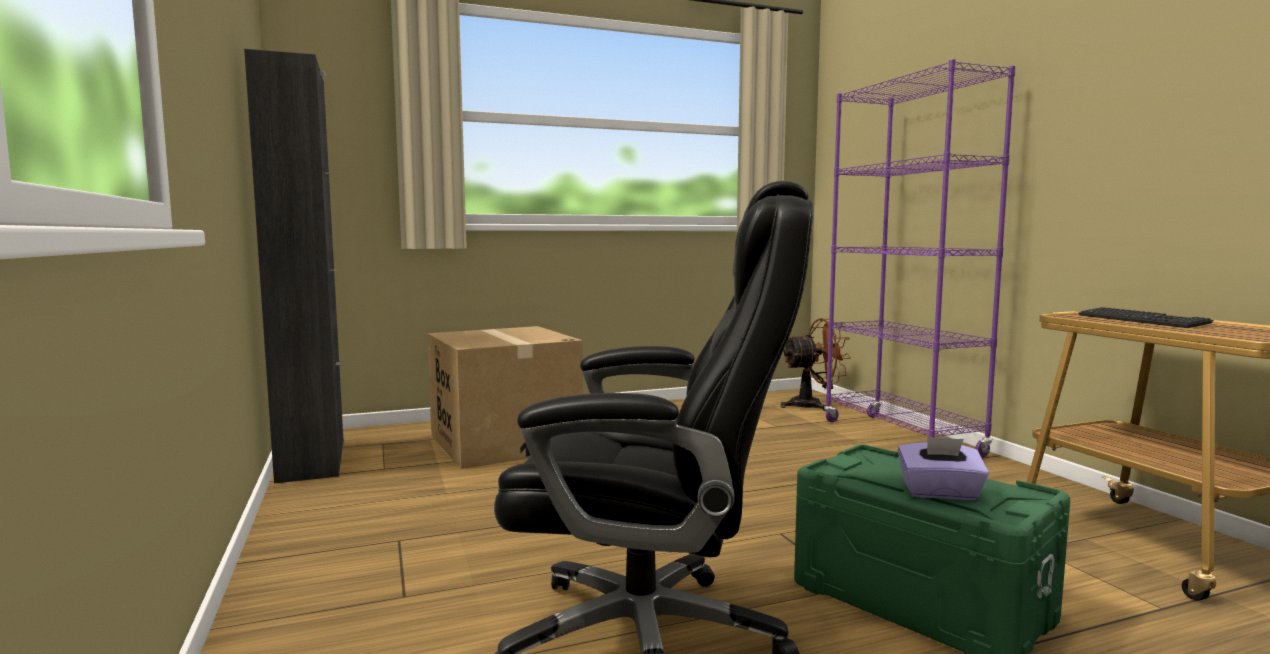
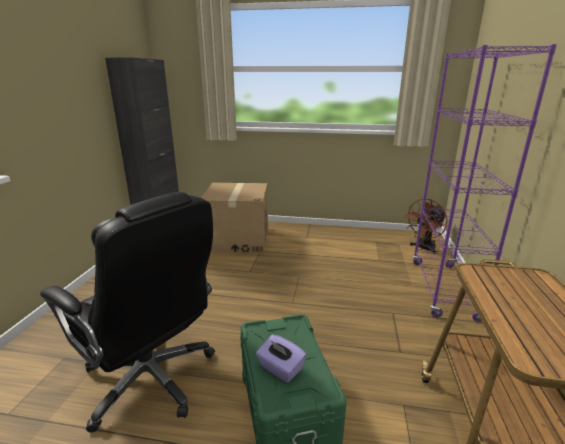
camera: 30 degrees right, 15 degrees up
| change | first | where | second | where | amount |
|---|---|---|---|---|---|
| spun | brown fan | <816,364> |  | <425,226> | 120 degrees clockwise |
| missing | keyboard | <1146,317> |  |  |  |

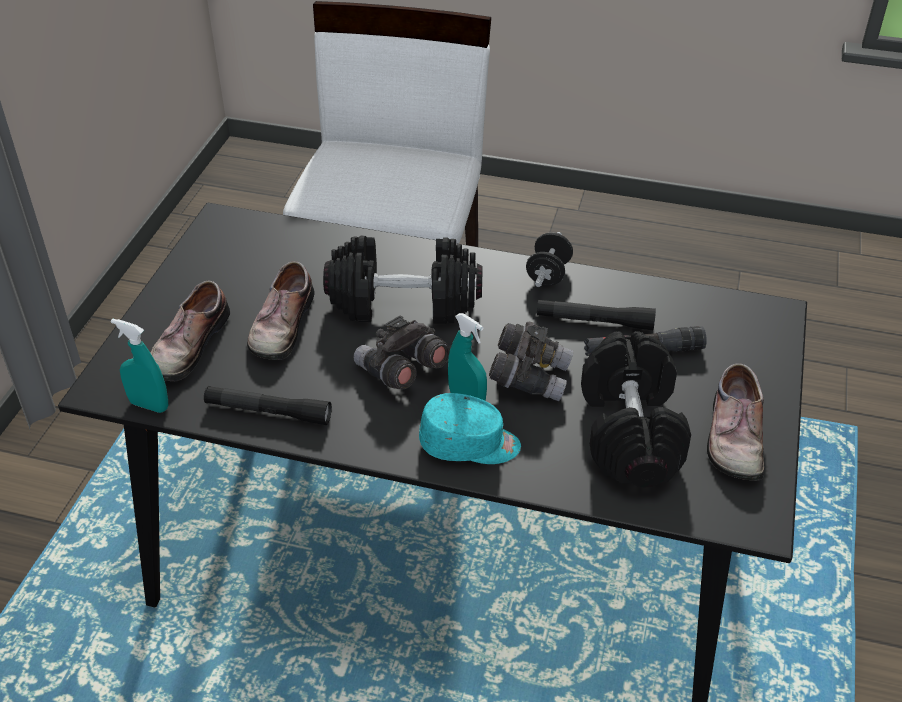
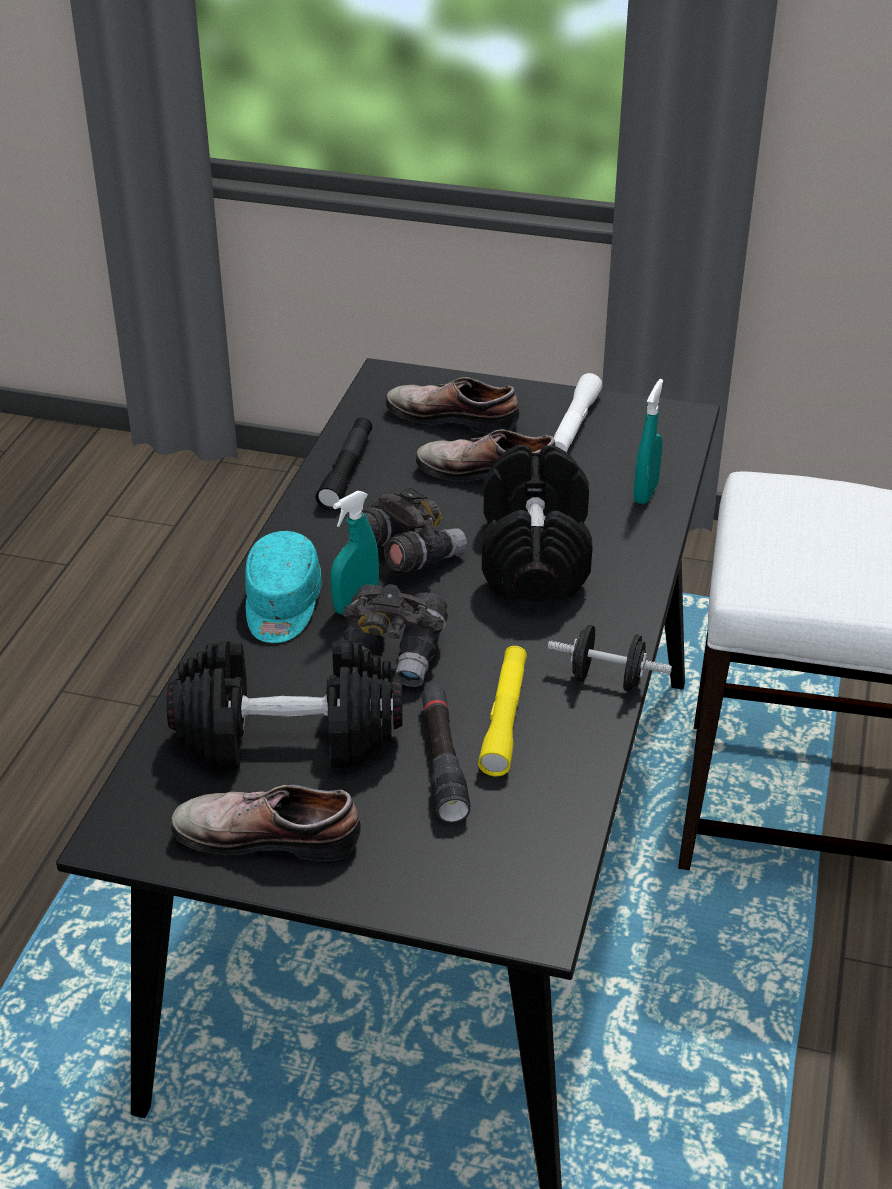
camera: 90 degrees right, 5 degrees down
| change | first | where | second | where | amount |
|---|---|---|---|---|---|
| colour | black flashlight | <596,314> | yellow flashlight | <502,711> |  |
| appeared |  |  | white flashlight | <578,412> |  |
| relocated | turquoise spray bottle | <140,365> |  | <648,441> |  |

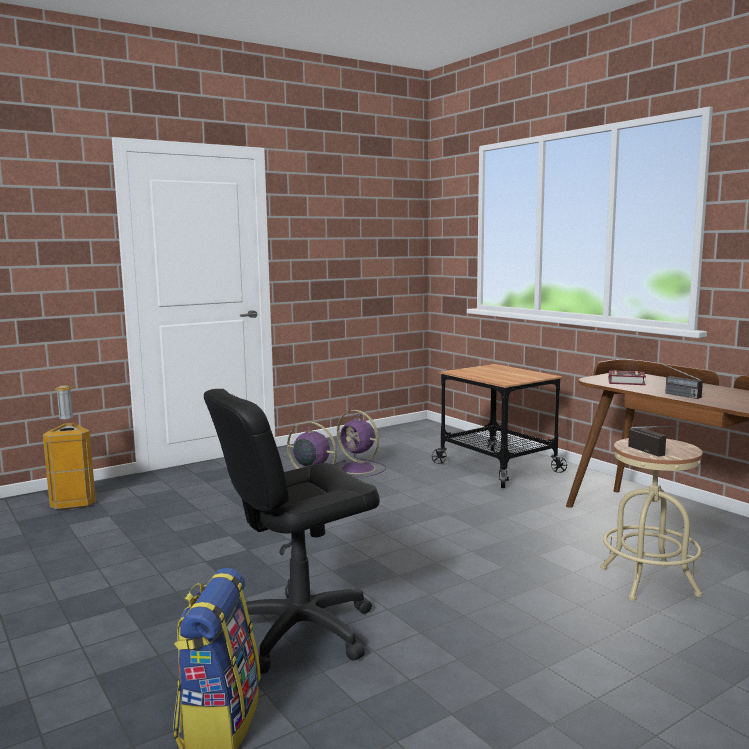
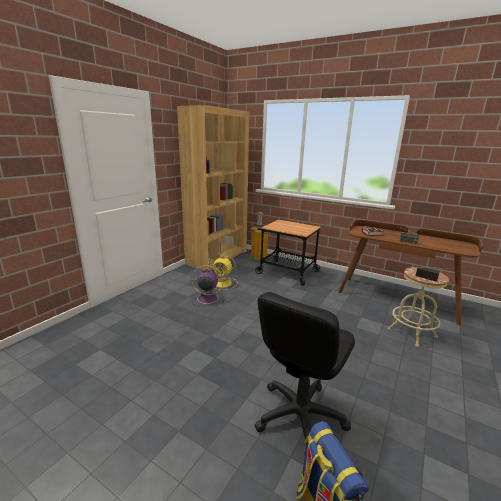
camera: 25 degrees left, 10 degrees up
| change | first | where | second | where | amount |
|---|---|---|---|---|---|
| appeared |  |  | brown bookcase | <213,187> |  |
| colour | purple fan | <360,443> | yellow fan | <223,271> |  |
| relocated | trash can | <69,447> |  | <259,236> |  |

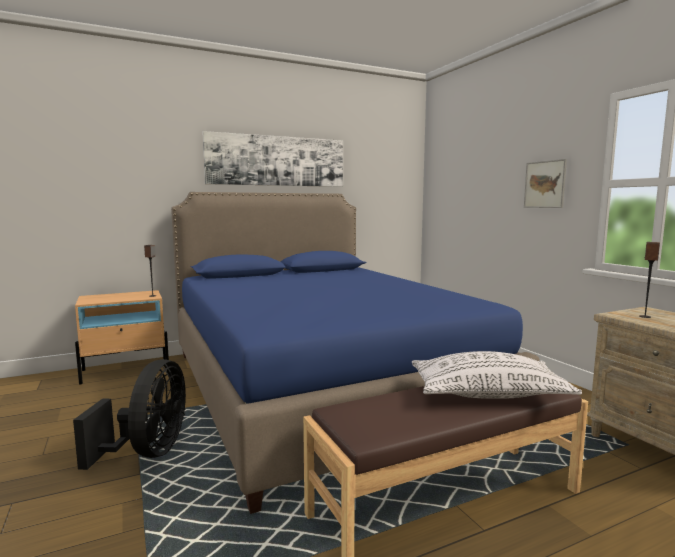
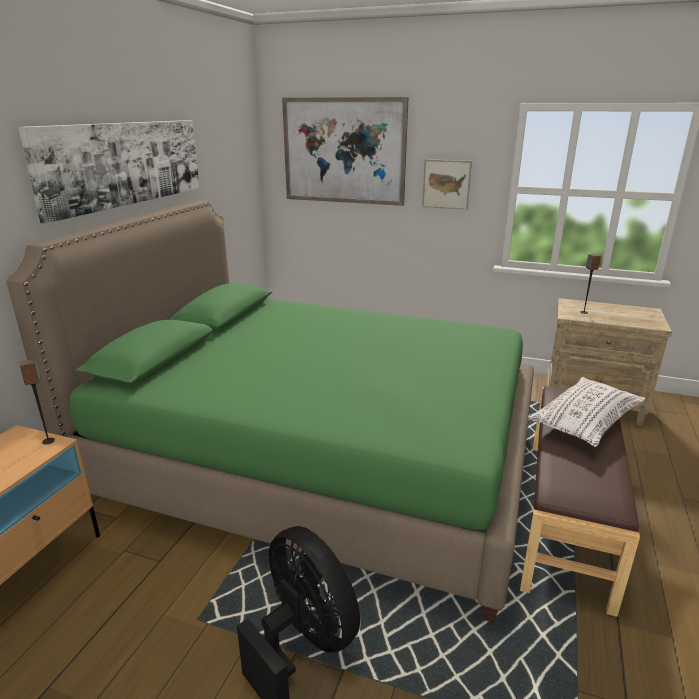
camera: 45 degrees left, 15 degrees up
| change | first | where | second | where | amount |
|---|---|---|---|---|---|
| colour | blue bed | <355,353> | green bed | <270,411> |  |
| appeared |  |  | picture | <345,151> |  |

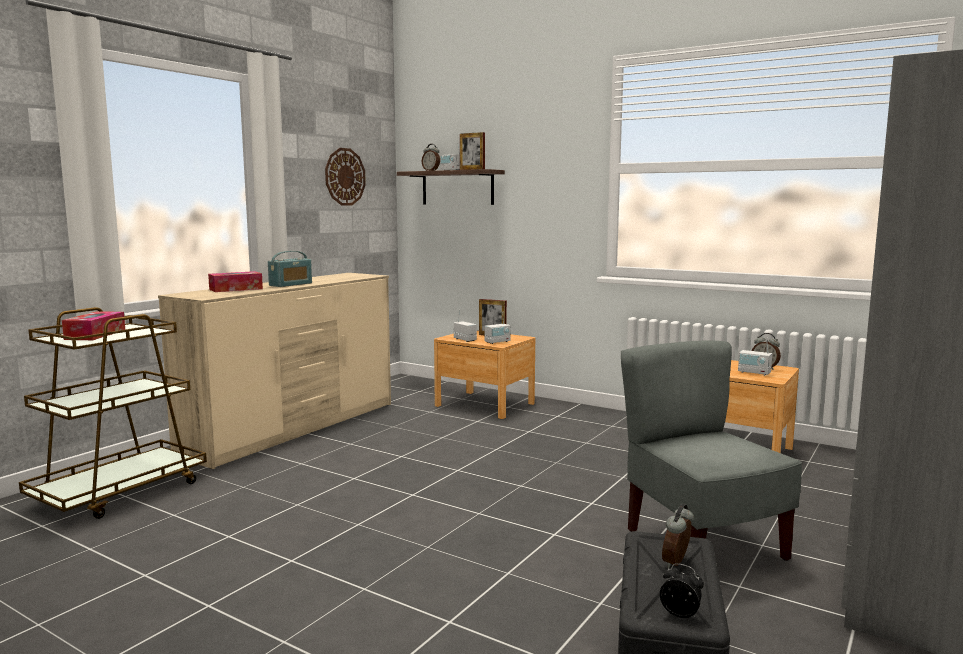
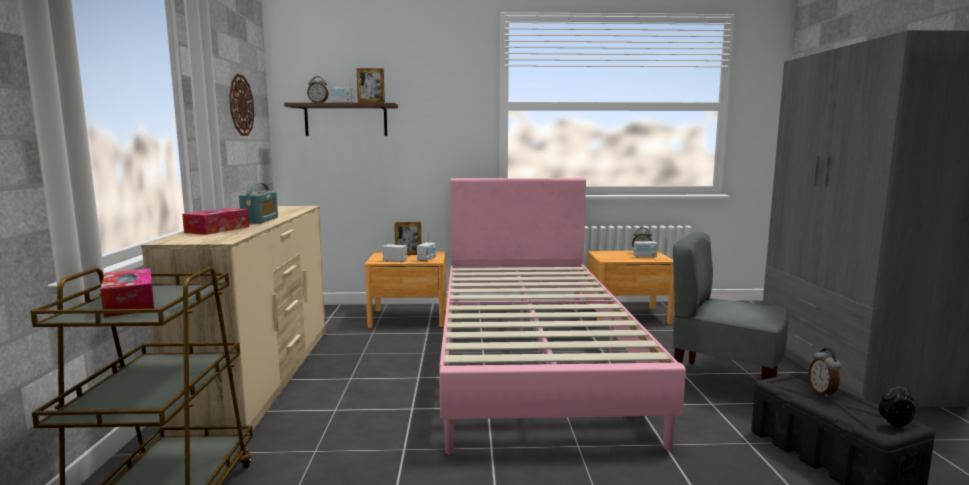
camera: 35 degrees left, 0 degrees up
| change | first | where | second | where | amount |
|---|---|---|---|---|---|
| appeared |  |  | pink bed | <562,316> |  |

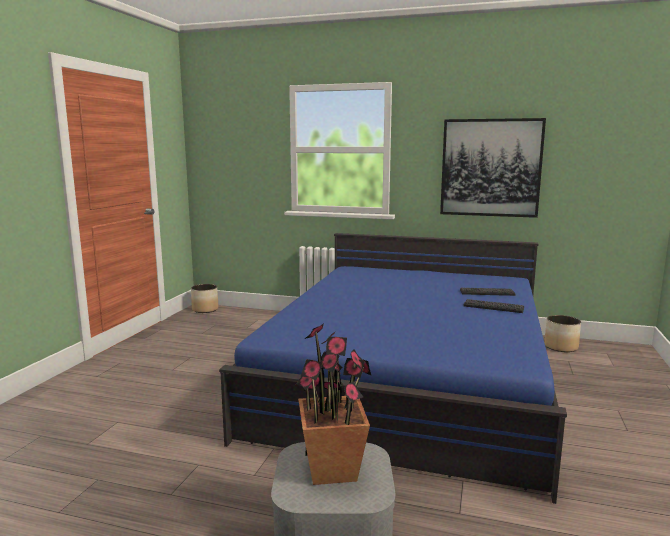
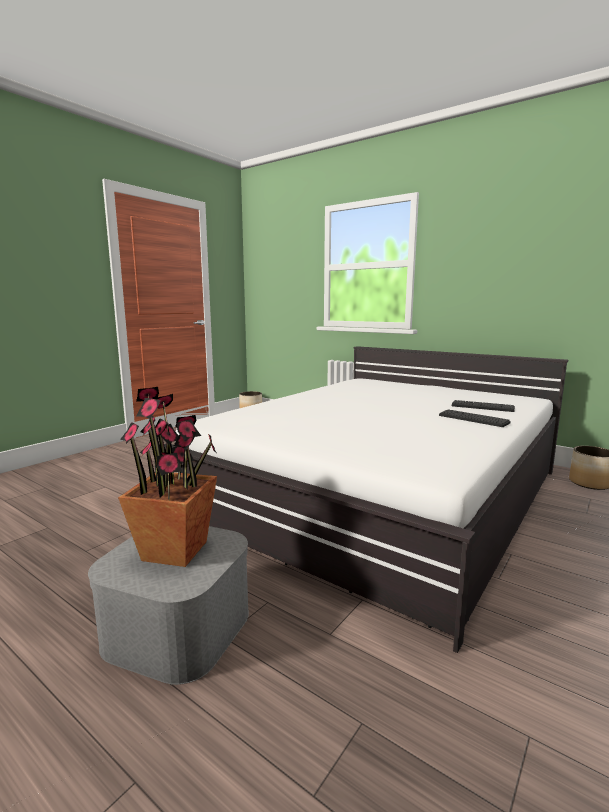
camera: 20 degrees right, 0 degrees up
| change | first | where | second | where | amount |
|---|---|---|---|---|---|
| colour | blue bed | <393,368> | white bed | <366,499> |  |
| missing | picture | <493,168> |  |  |  |

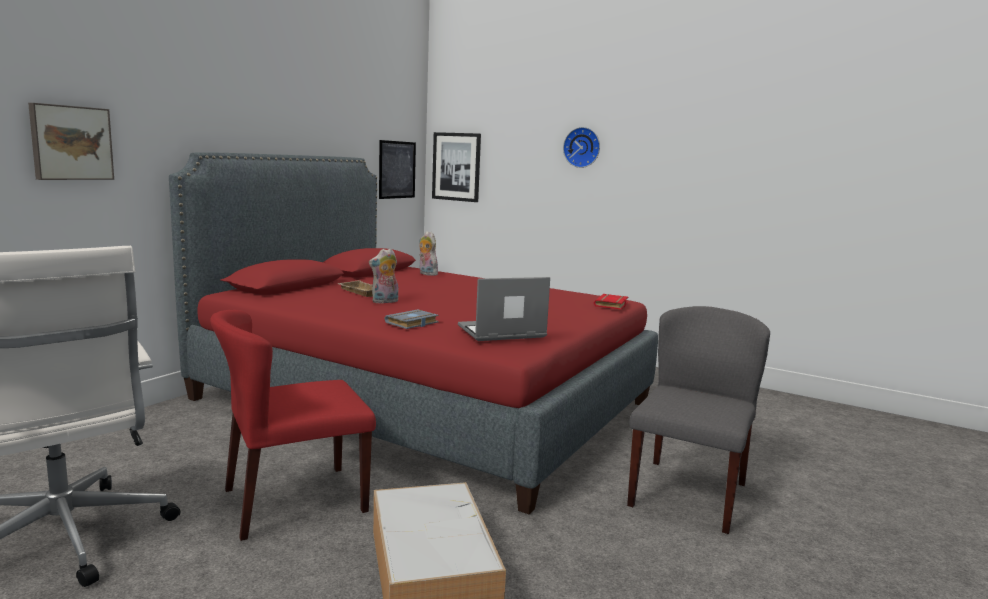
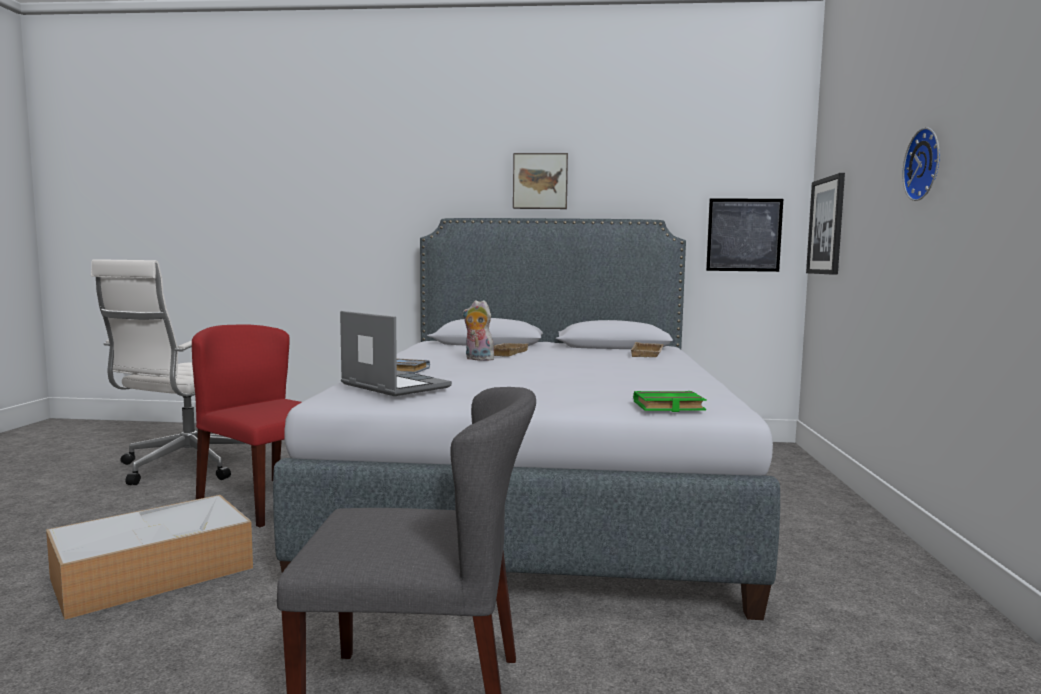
camera: 65 degrees right, 5 degrees down
| change | first | where | second | where | amount |
|---|---|---|---|---|---|
| colour | red bed | <413,333> | grey bed | <526,419> |  |
| relocated | picture | <71,141> |  | <540,181> |  |
| exchanged | plush toy | <428,253> | beige tray | <647,349> |  |
| colour | red book | <611,301> | green book | <670,401> |  |

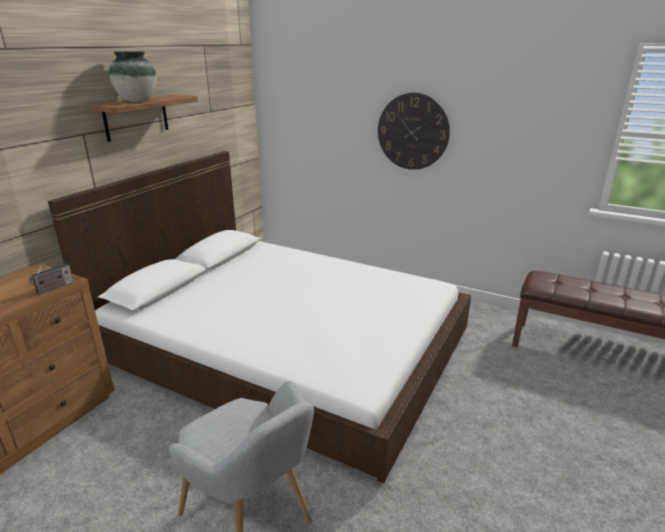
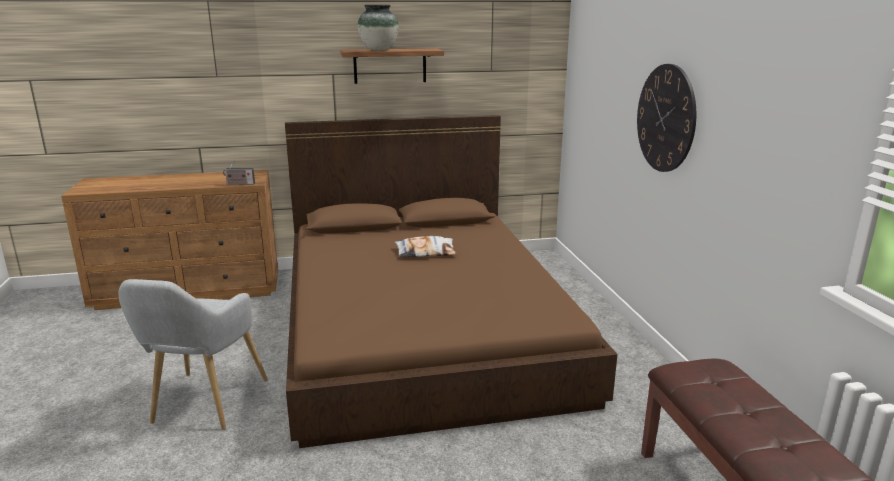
camera: 50 degrees right, 5 degrees down
| change | first | where | second | where | amount |
|---|---|---|---|---|---|
| colour | white bed | <259,317> | brown bed | <451,281> |  |
| appeared |  |  | pillow | <426,246> |  |

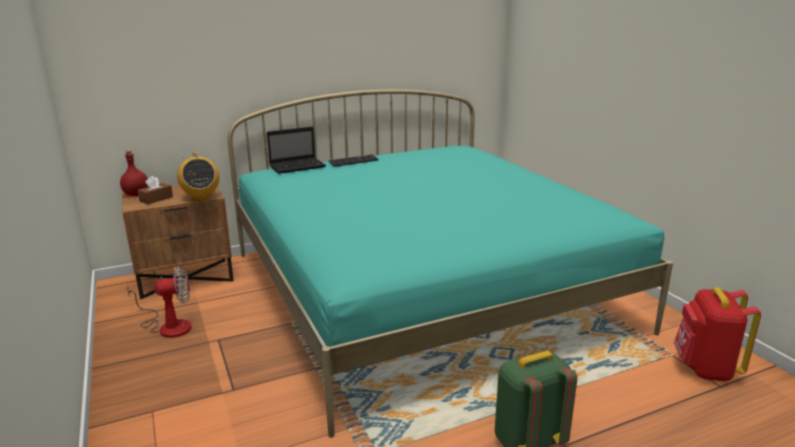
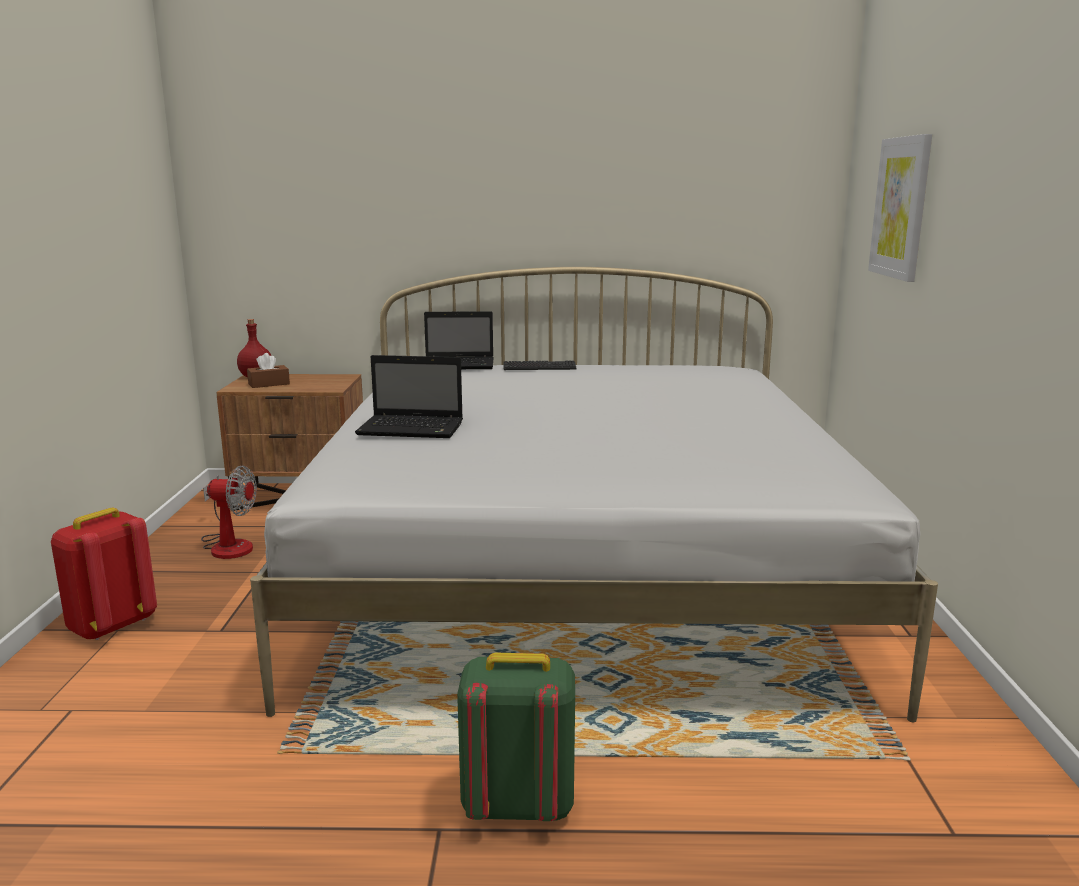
camera: 25 degrees right, 5 degrees down
| change | first | where | second | where | amount |
|---|---|---|---|---|---|
| relocated | red backpack | <717,334> |  | <104,574> |  |
| colour | turquoise bed | <450,263> | white bed | <594,494> |  |
| appeared |  |  | laptop | <409,396> |  |
| appeared |  |  | picture | <900,208> |  |
| missing | radio | <198,176> |  |  |  |

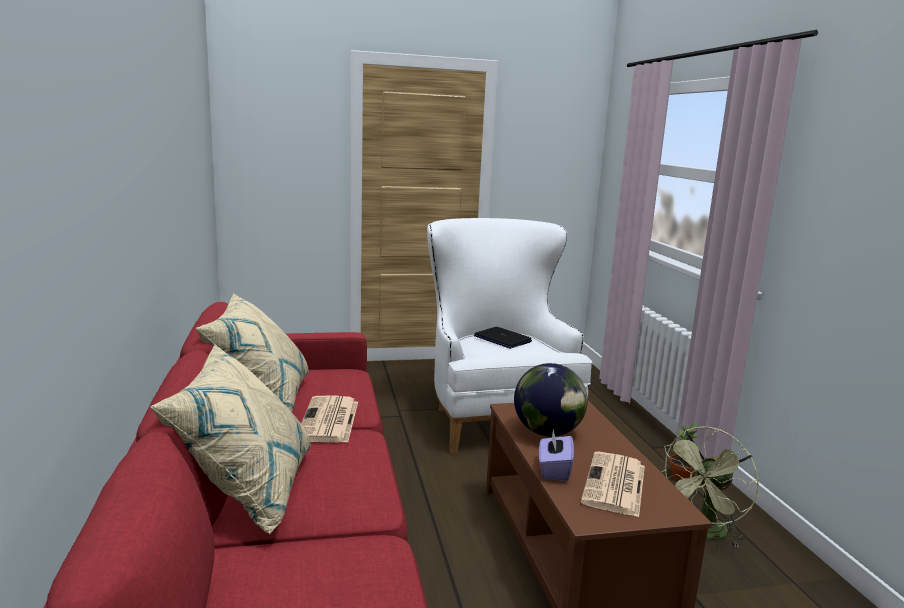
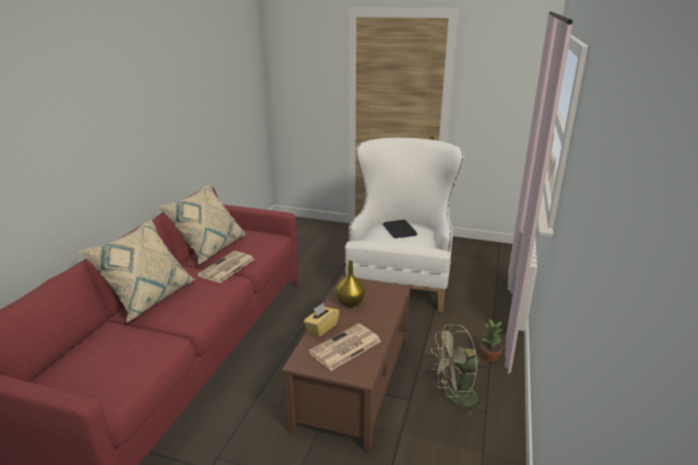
camera: 30 degrees right, 10 degrees up
| change | first | where | second | where | amount |
|---|---|---|---|---|---|
| colour | purple tissue box | <556,455> | yellow tissue box | <321,320> |  |
| exchanged | globe | <550,400> | yellow vase | <350,284> |  |

